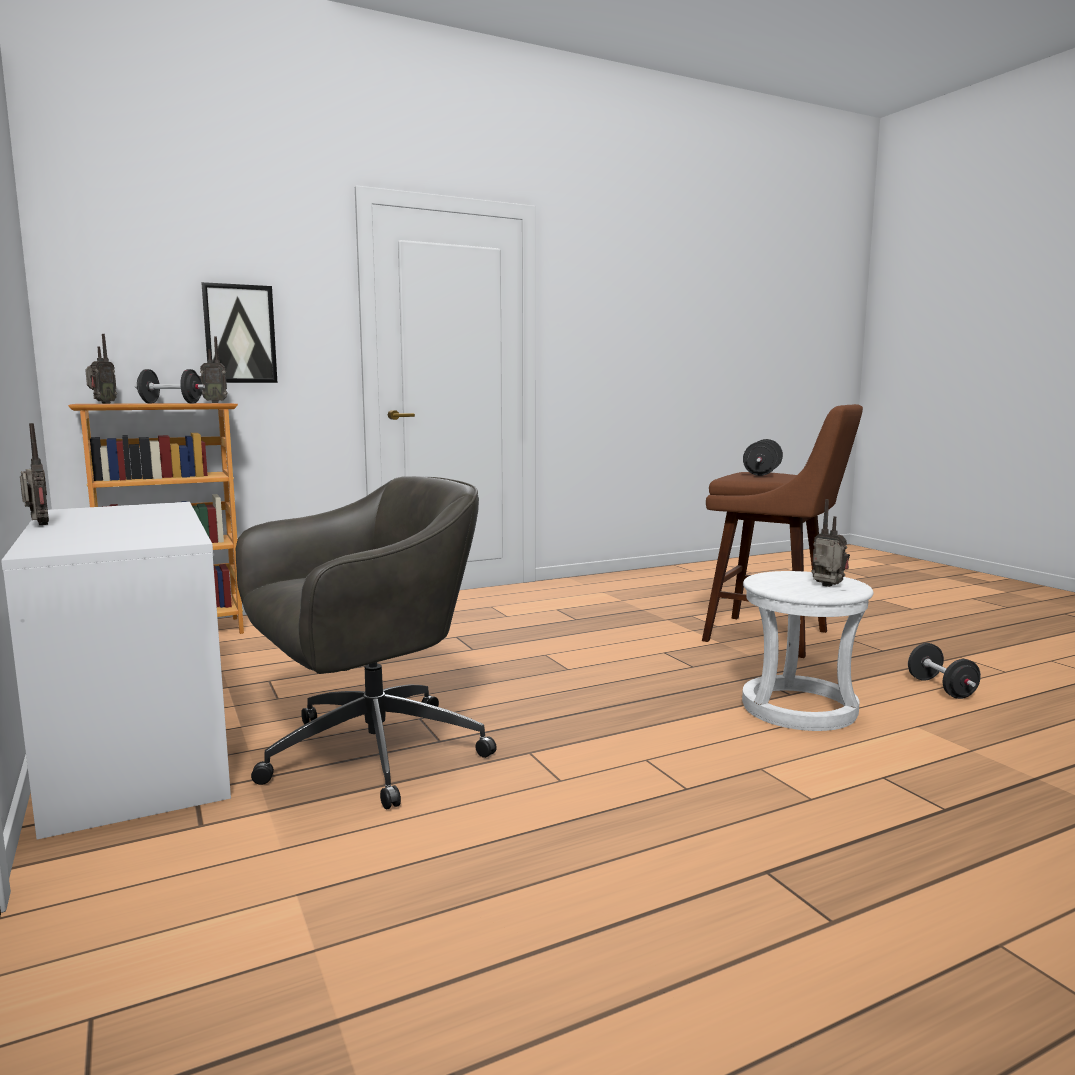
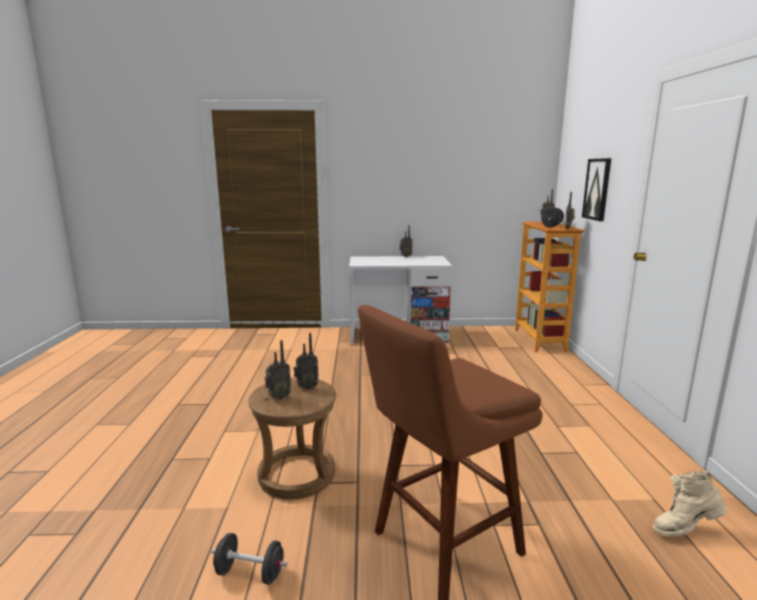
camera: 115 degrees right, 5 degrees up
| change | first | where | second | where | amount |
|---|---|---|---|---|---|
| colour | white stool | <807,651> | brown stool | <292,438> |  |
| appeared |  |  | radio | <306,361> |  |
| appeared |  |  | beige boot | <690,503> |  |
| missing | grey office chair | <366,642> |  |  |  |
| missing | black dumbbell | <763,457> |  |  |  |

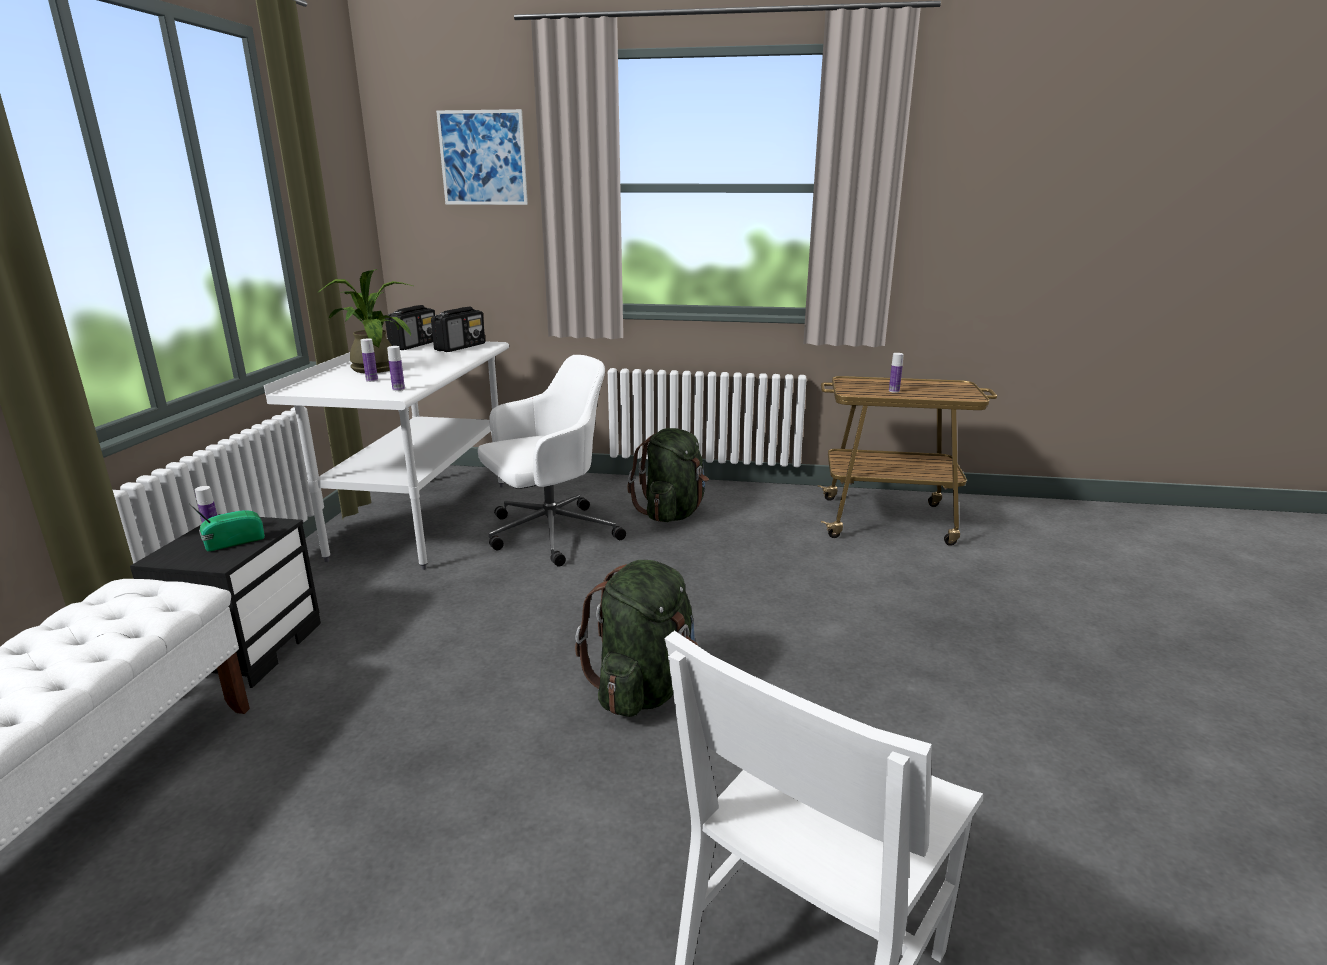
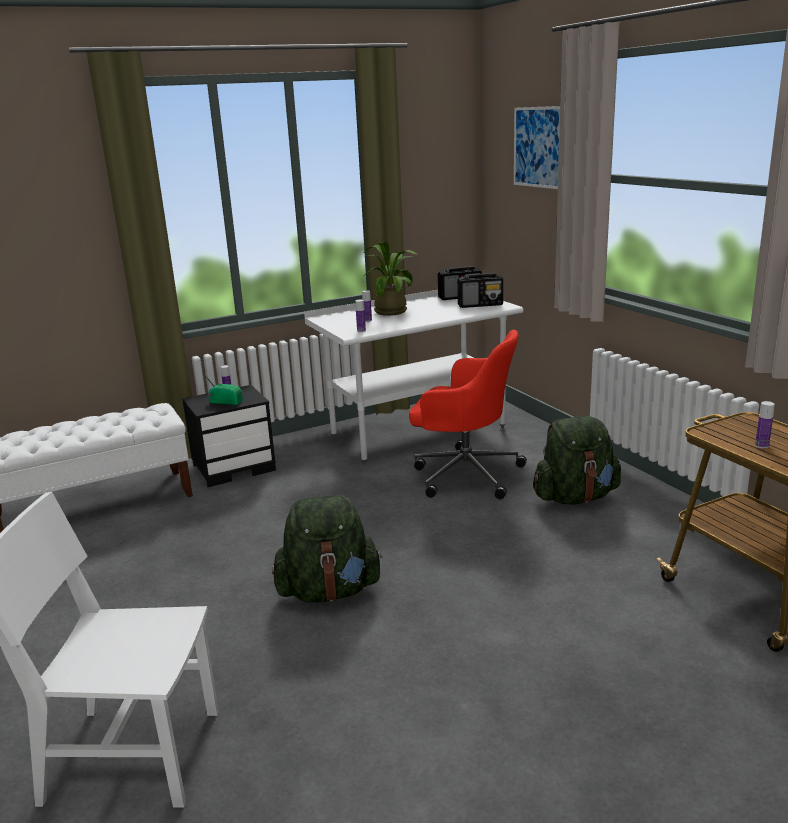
camera: 55 degrees right, 0 degrees up
| change | first | where | second | where | amount |
|---|---|---|---|---|---|
| colour | white office chair | <552,461> | red office chair | <468,414> |  |

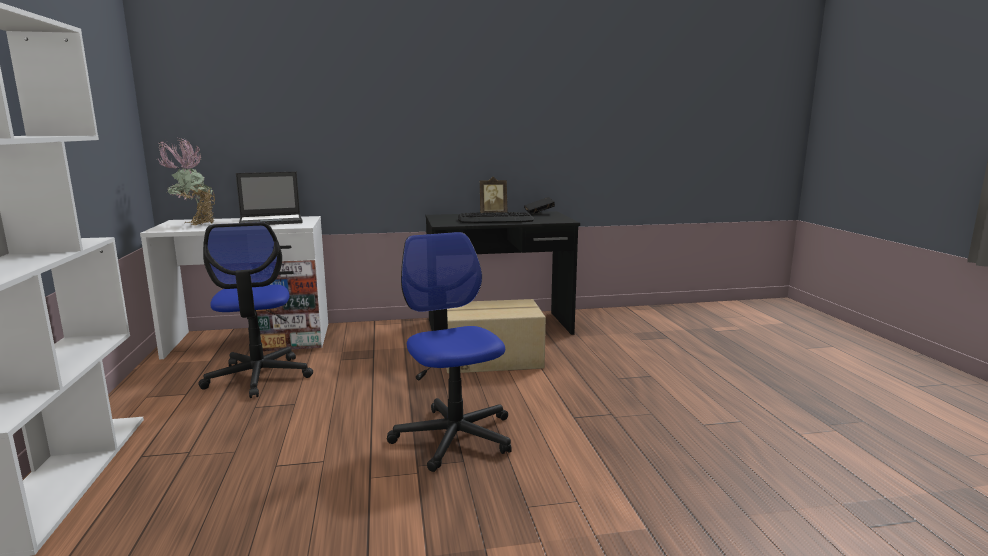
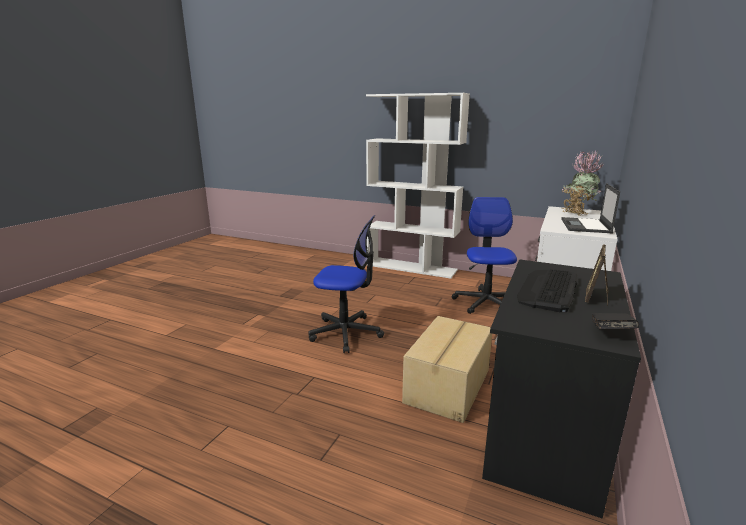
camera: 125 degrees right, 5 degrees up
| change | first | where | second | where | amount |
|---|---|---|---|---|---|
| spun | office chair | <255,310> |  | <484,255> | 75 degrees clockwise |

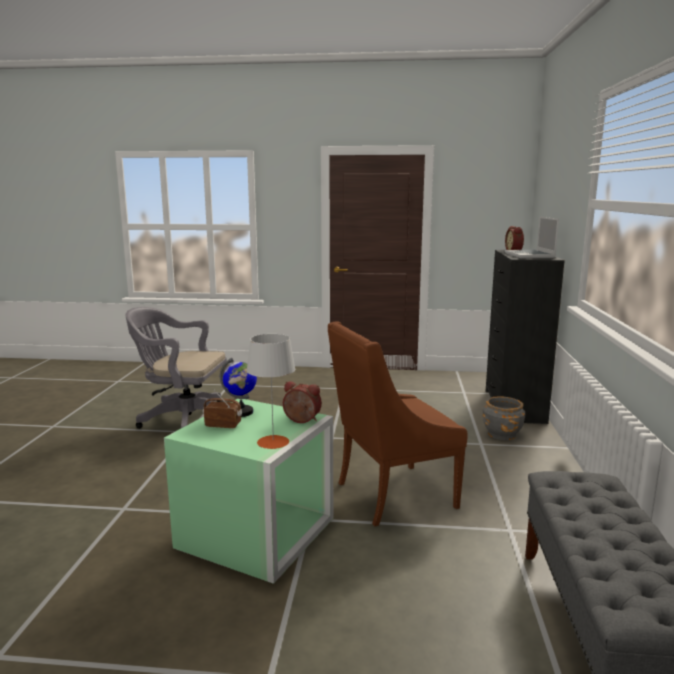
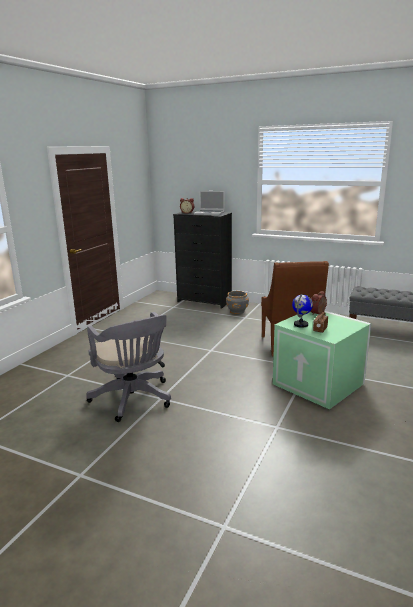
camera: 70 degrees left, 5 degrees up
| change | first | where | second | where | amount |
|---|---|---|---|---|---|
| spun | grey office chair | <176,368> |  | <128,367> | 60 degrees counterclockwise |
| missing | grey table lamp | <271,391> |  |  |  |

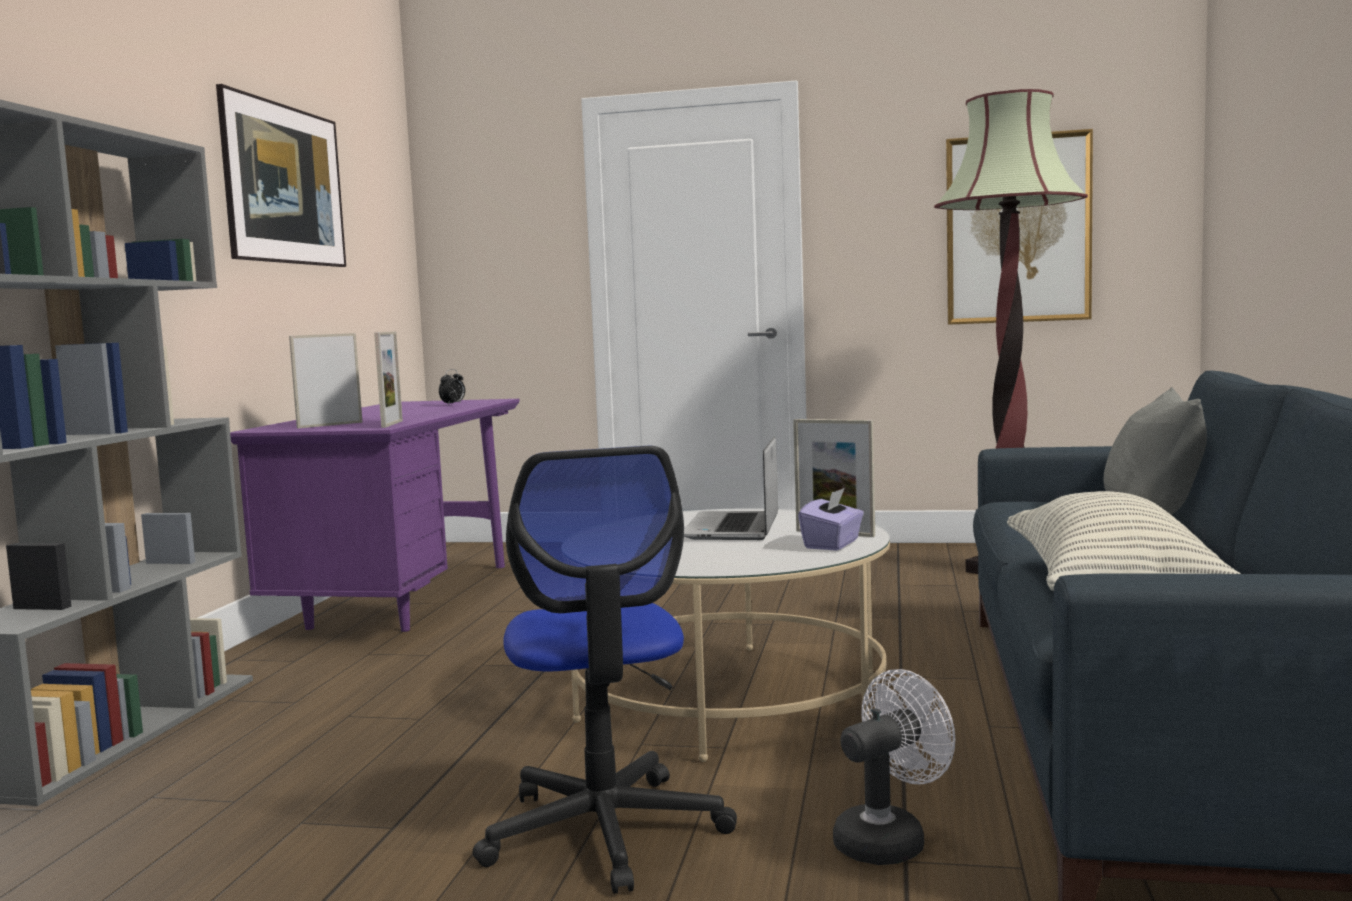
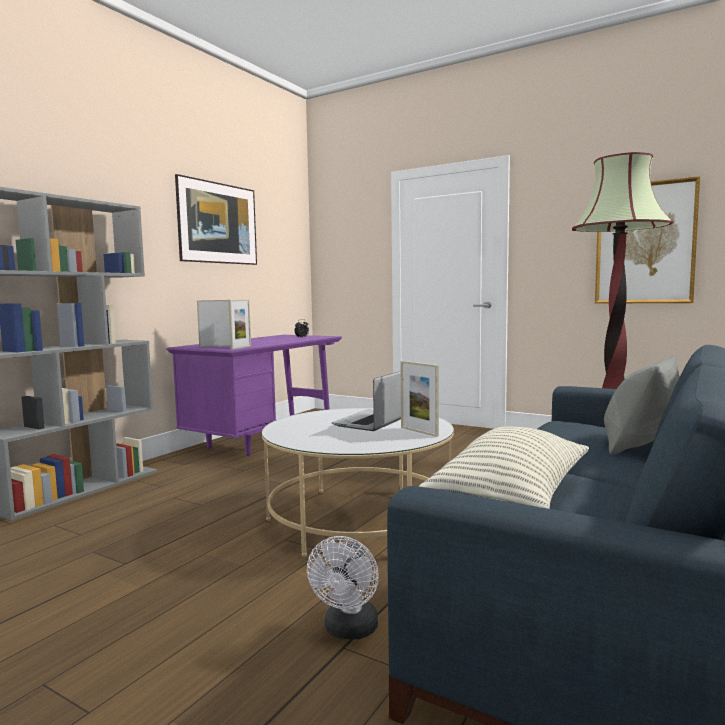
camera: 20 degrees right, 0 degrees up
| change | first | where | second | where | amount |
|---|---|---|---|---|---|
| spun | white fan | <894,767> |  | <343,587> | 120 degrees clockwise |
| missing | office chair | <604,670> |  |  |  |
| missing | purple tissue box | <831,519> |  |  |  |

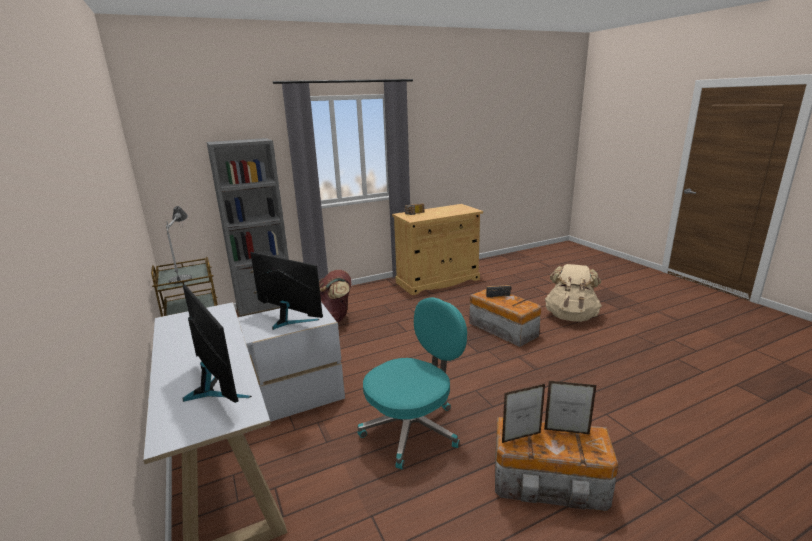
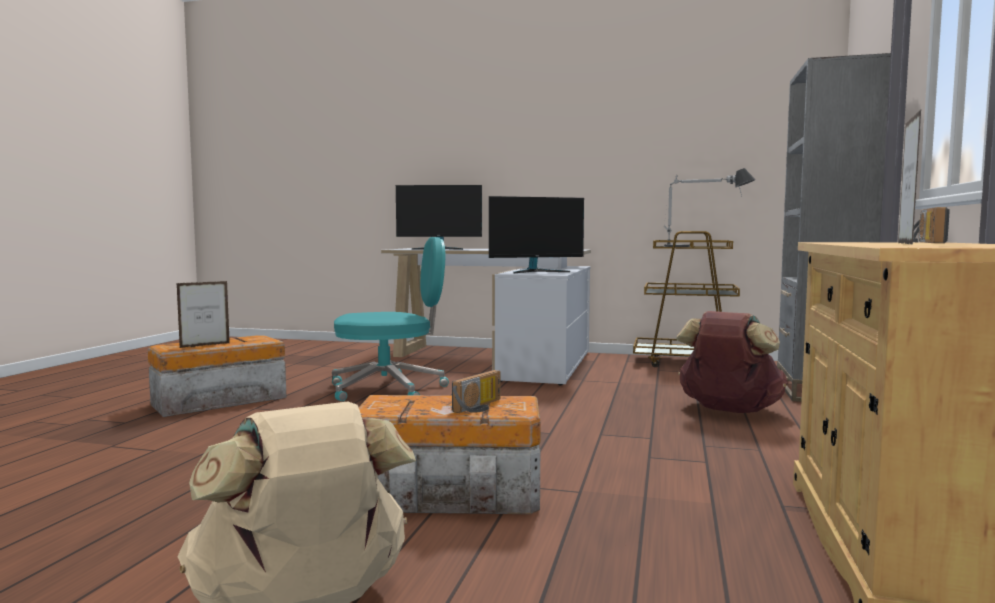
camera: 130 degrees right, 15 degrees down
| change | first | where | second | where | amount |
|---|---|---|---|---|---|
| spun | turquoise office chair | <412,383> |  | <390,319> | 105 degrees counterclockwise |
| relocated | picture frame | <523,413> |  | <909,177> |  |

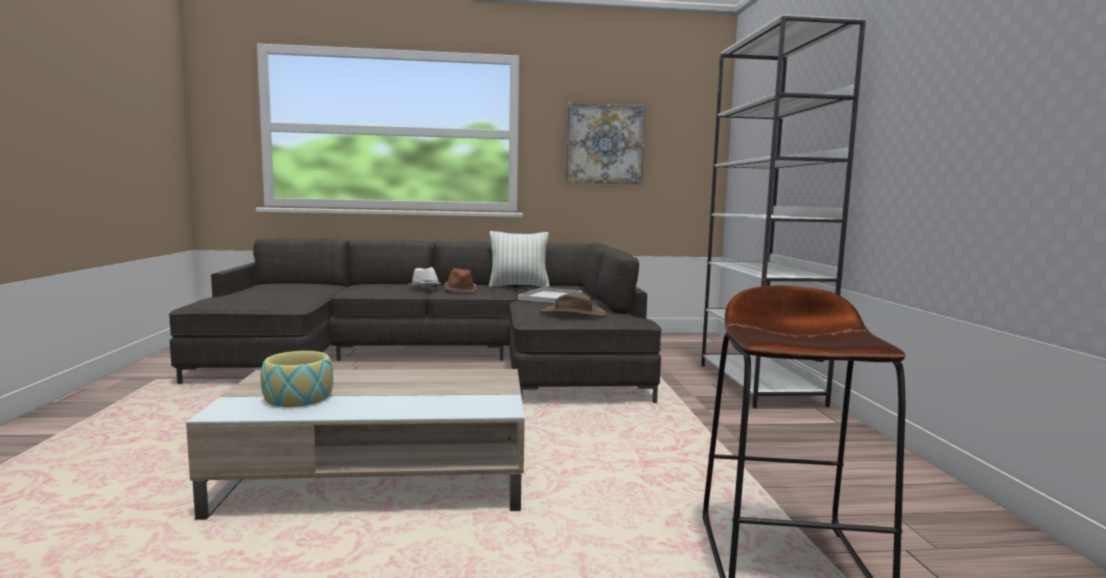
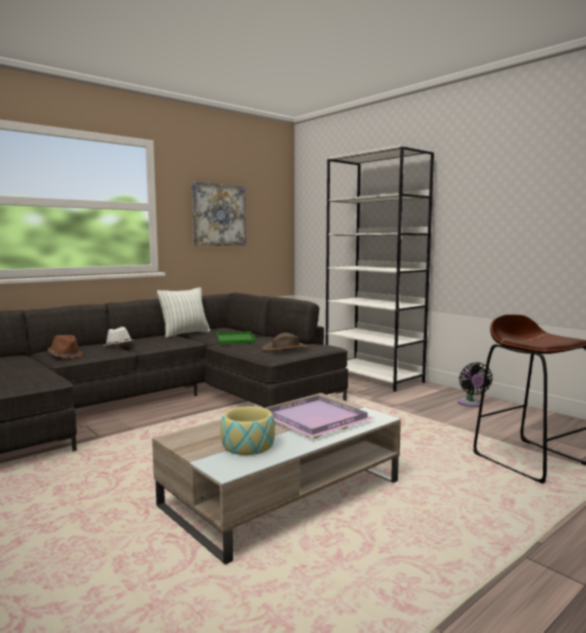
camera: 35 degrees left, 0 degrees up
| change | first | where | second | where | amount |
|---|---|---|---|---|---|
| relocated | brown hat | <460,280> |  | <65,346> |  |
| colour | white tray | <550,295> | green tray | <236,338> |  |
| appeared |  |  | purple tray | <319,416> |  |
| appeared |  |  | black fan | <475,384> |  |

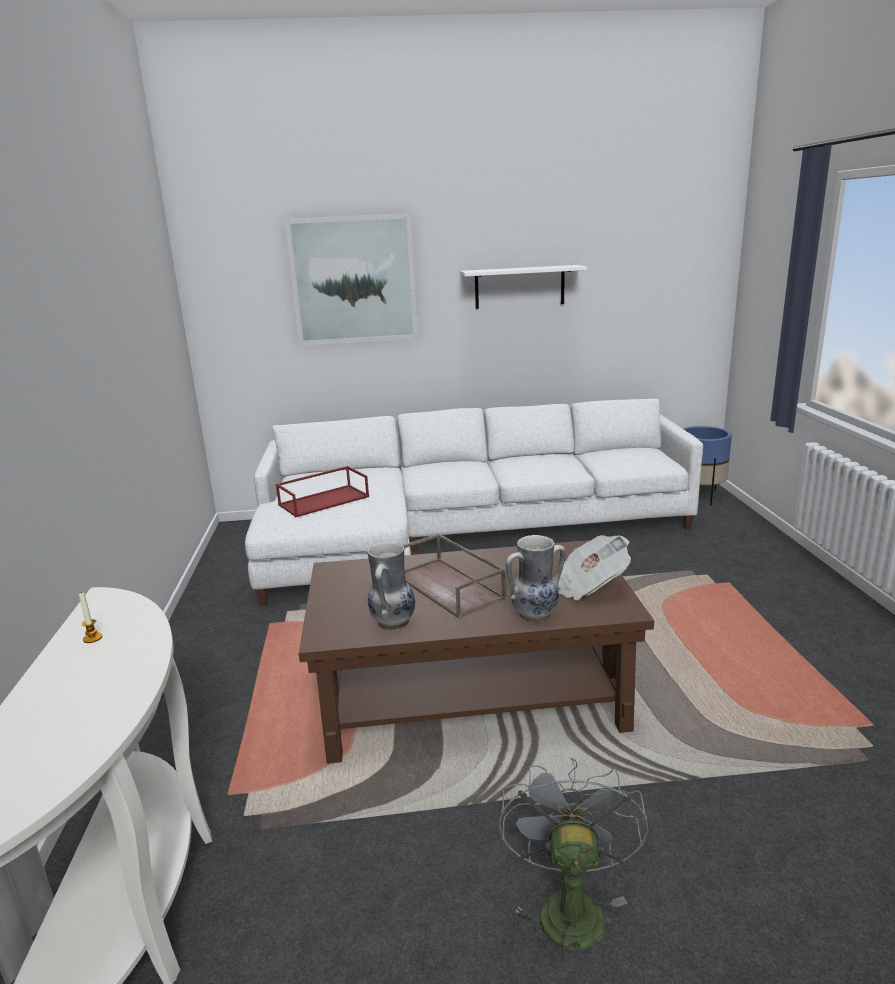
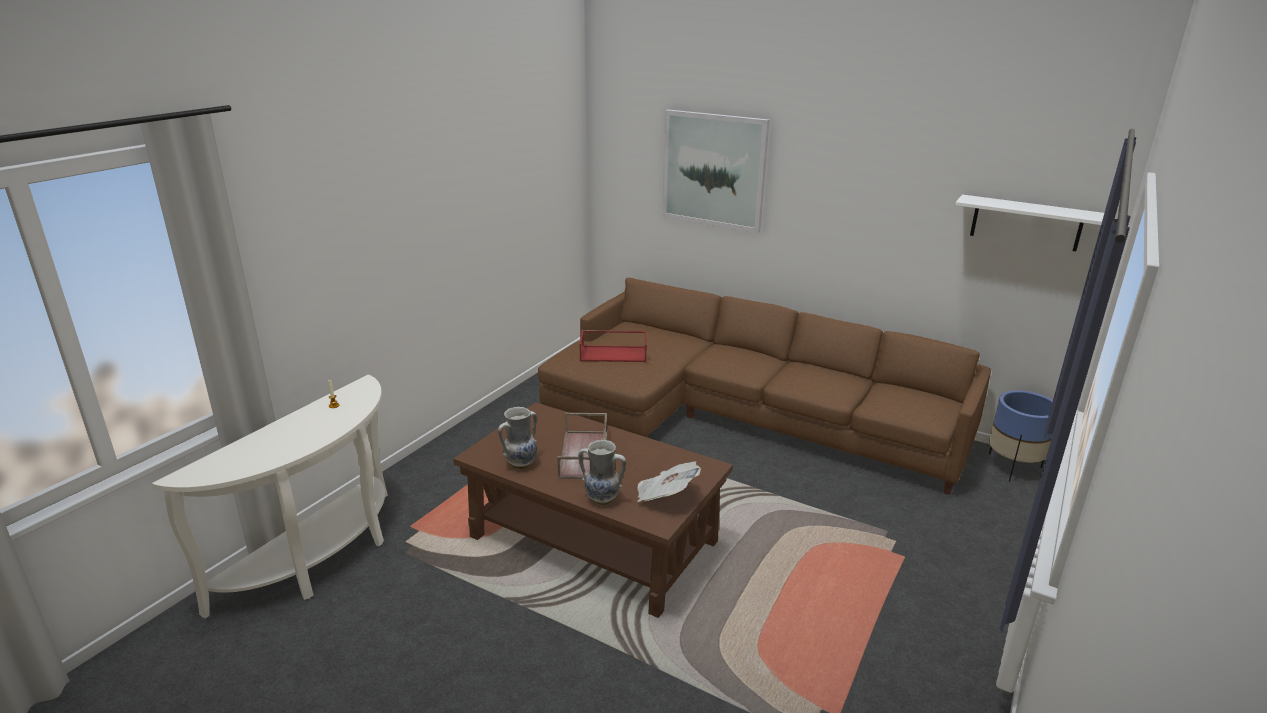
camera: 35 degrees right, 5 degrees up
| change | first | where | second | where | amount |
|---|---|---|---|---|---|
| colour | white sofa | <474,502> | brown sofa | <764,386> |  |
| relocated | white shelf | <524,287> |  | <1029,223> |  |
| missing | grey fan | <573,863> |  |  |  |

